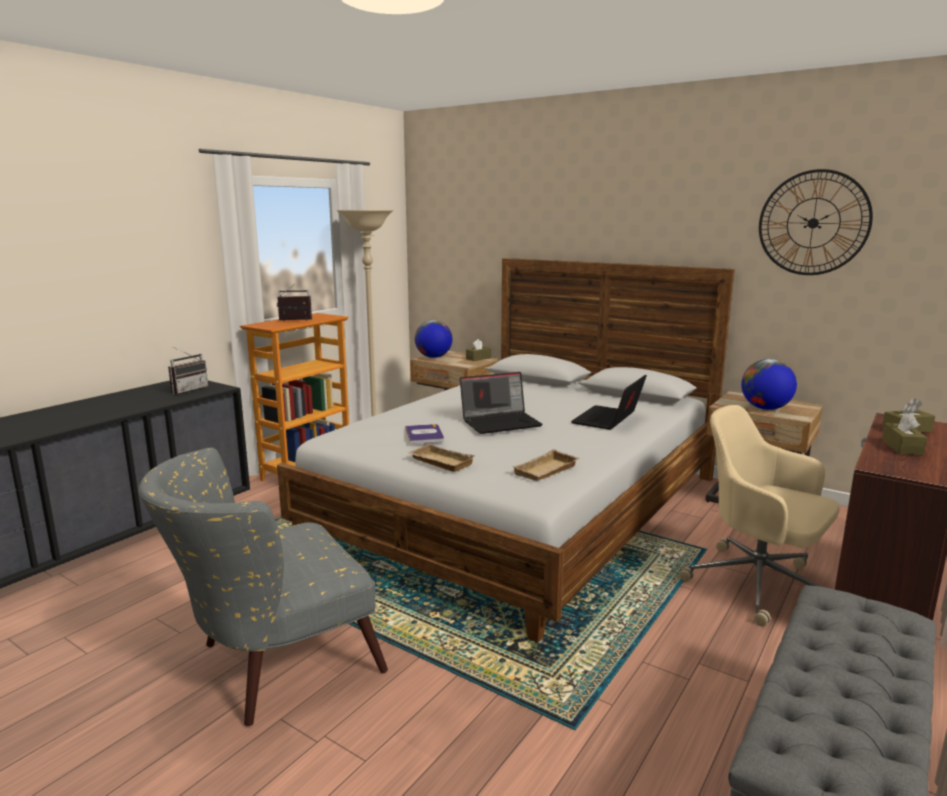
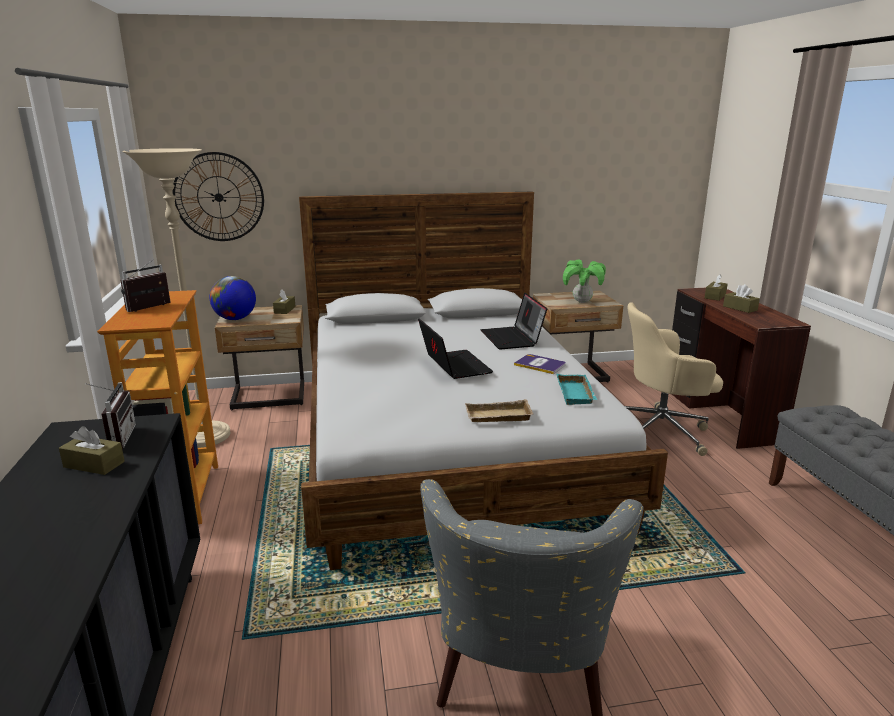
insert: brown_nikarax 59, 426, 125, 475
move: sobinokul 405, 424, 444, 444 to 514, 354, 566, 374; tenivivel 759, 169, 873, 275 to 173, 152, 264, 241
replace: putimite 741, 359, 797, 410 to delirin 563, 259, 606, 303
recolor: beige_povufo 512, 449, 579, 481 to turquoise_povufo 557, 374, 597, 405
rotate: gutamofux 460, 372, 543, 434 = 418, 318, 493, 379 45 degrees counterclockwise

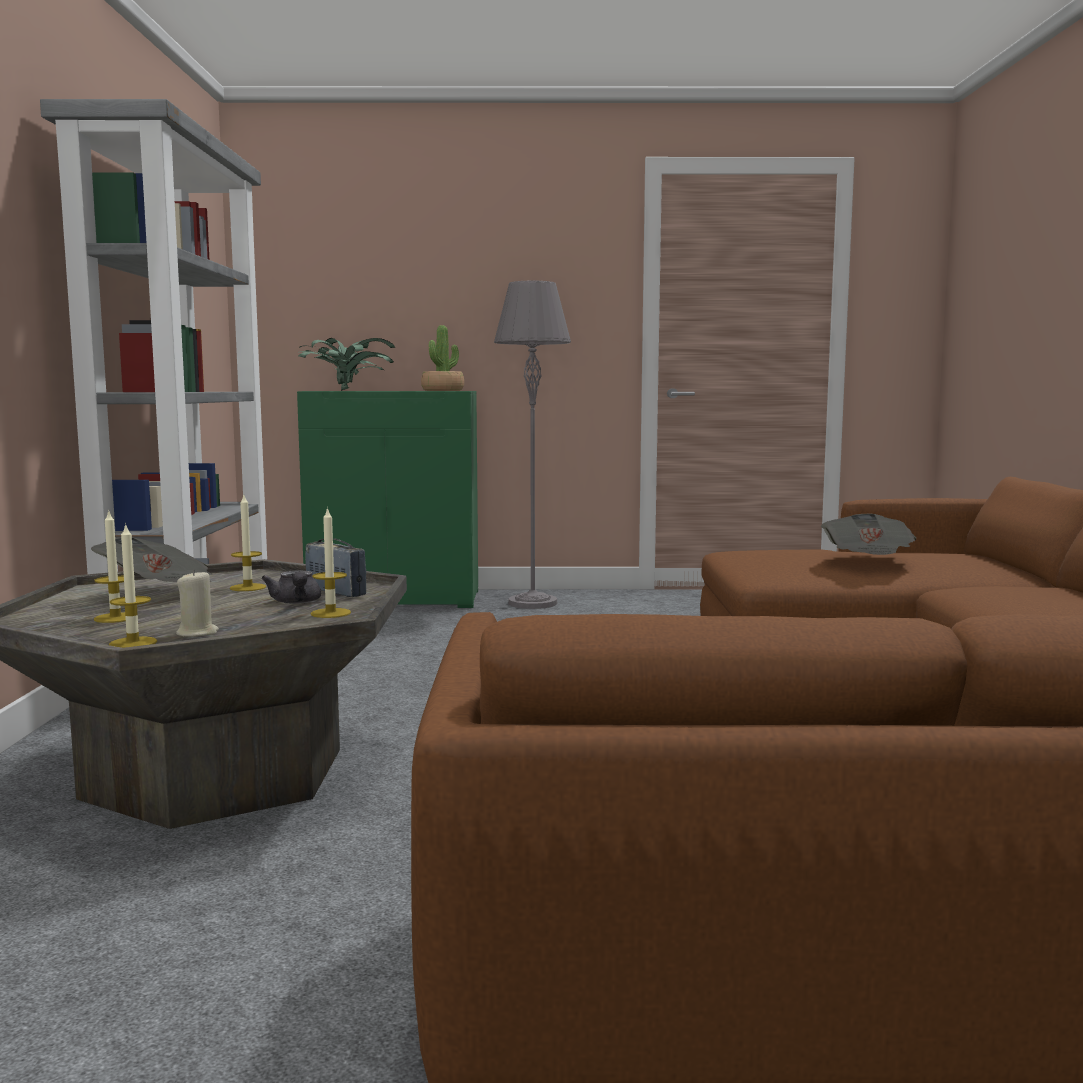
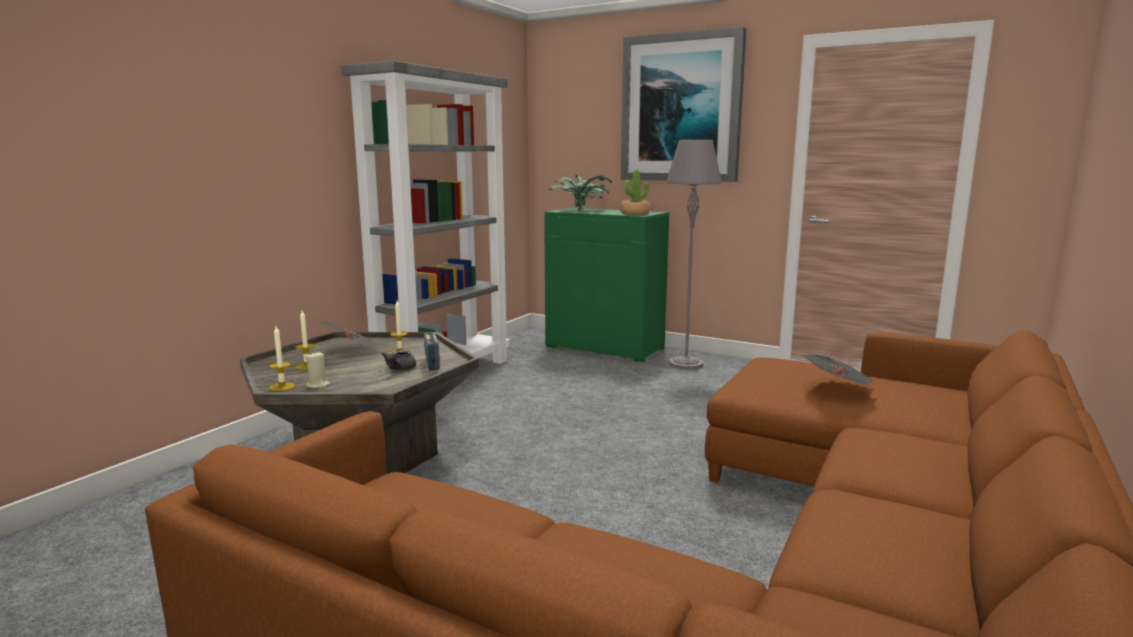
delete: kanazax 311, 507, 351, 618
insert: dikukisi 621, 27, 746, 182

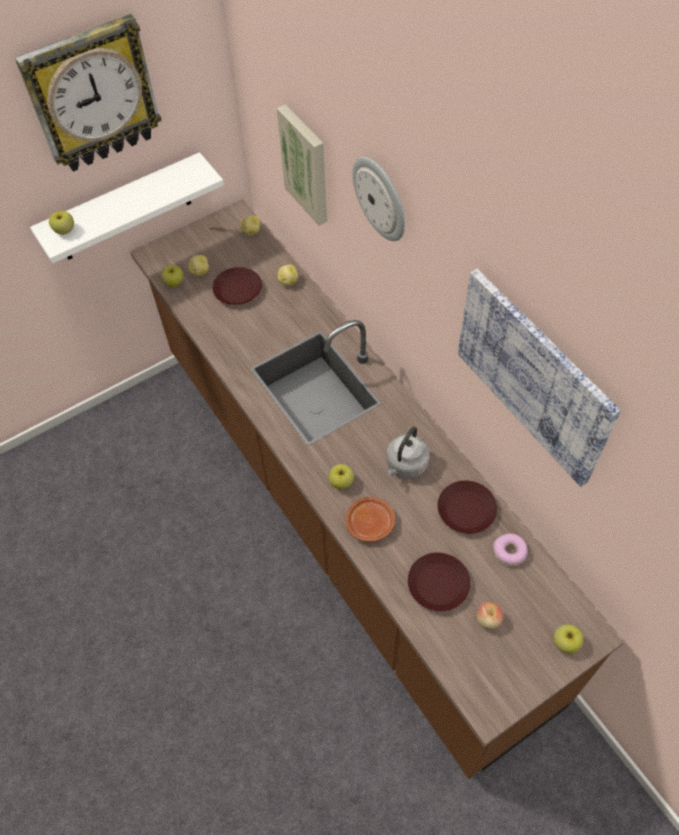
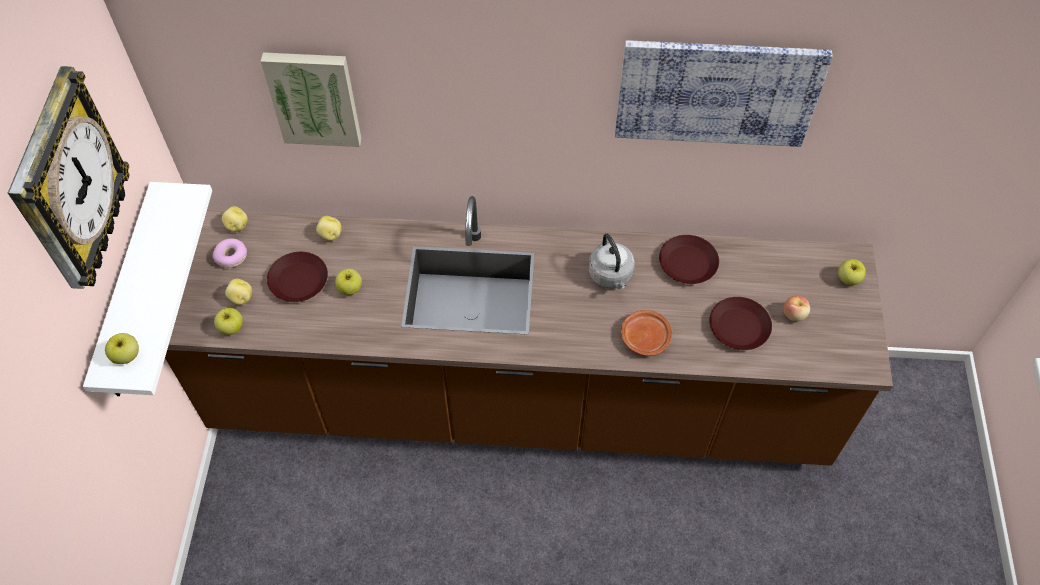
delete: tenivivel 352, 156, 405, 241
move: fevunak 329, 464, 354, 489 to 335, 269, 362, 295; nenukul 493, 533, 528, 566 to 213, 239, 247, 268

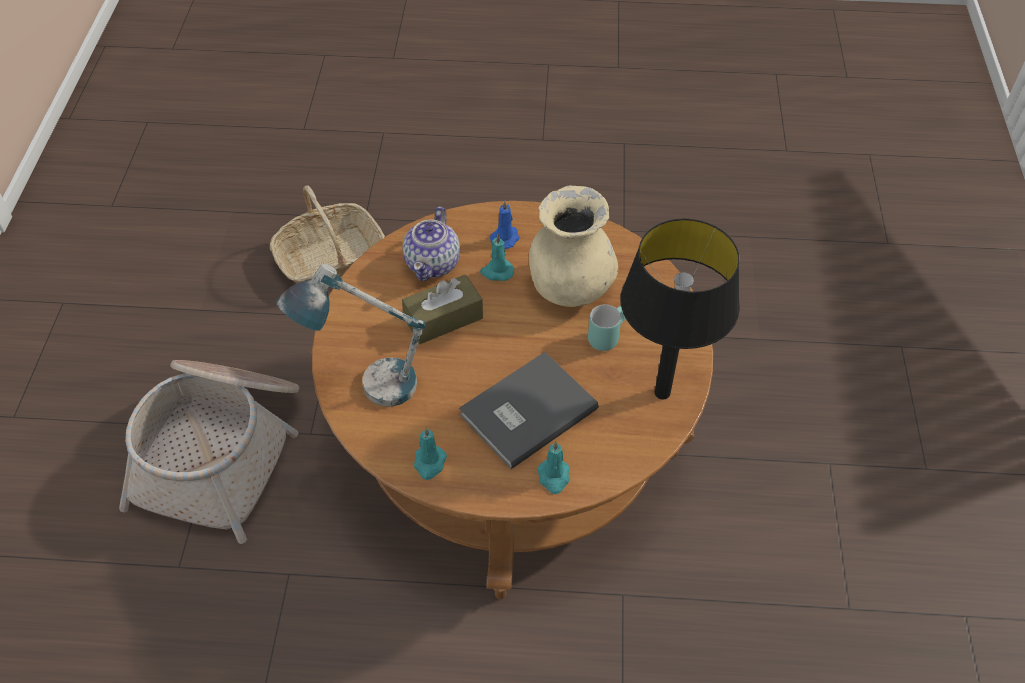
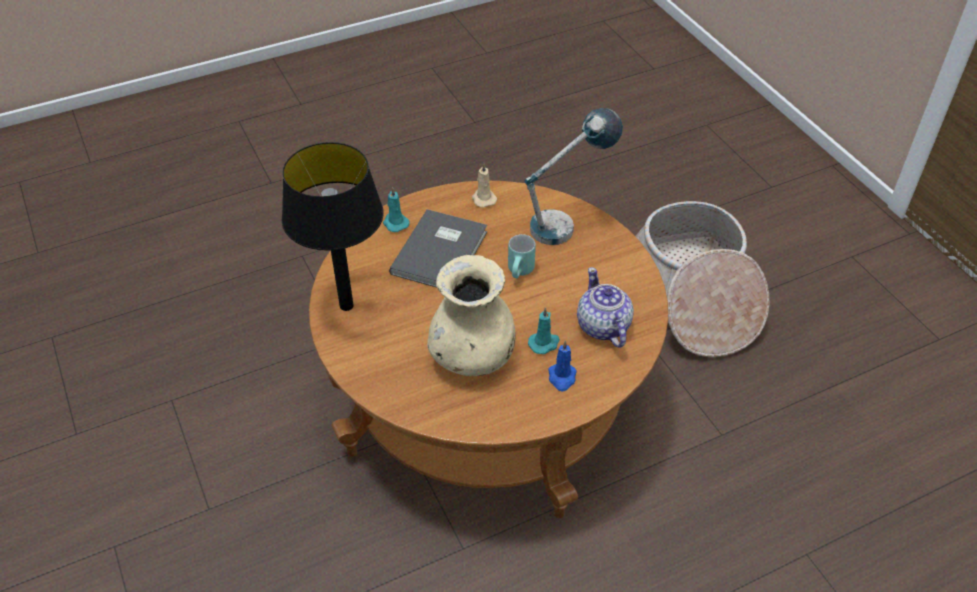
delete: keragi 270, 186, 385, 284; brown_nikarax 402, 274, 483, 344
move: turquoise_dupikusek 588, 304, 626, 351 to 508, 234, 536, 278
recolor: turquoise_kanazax 414, 427, 447, 480 to beige_kanazax 472, 163, 497, 208

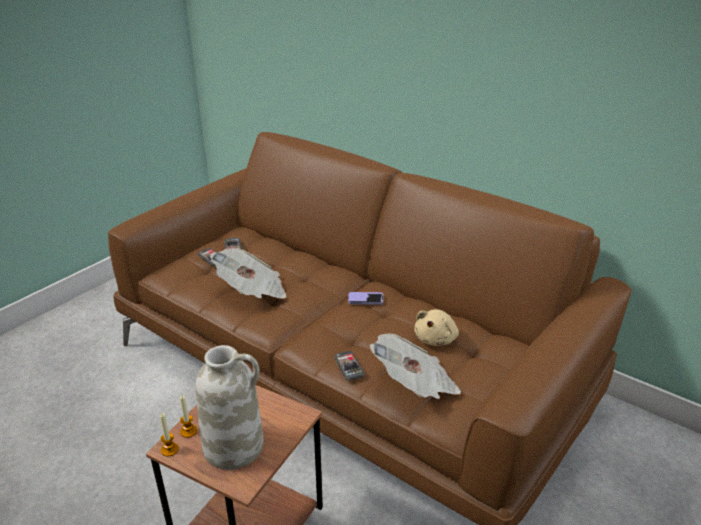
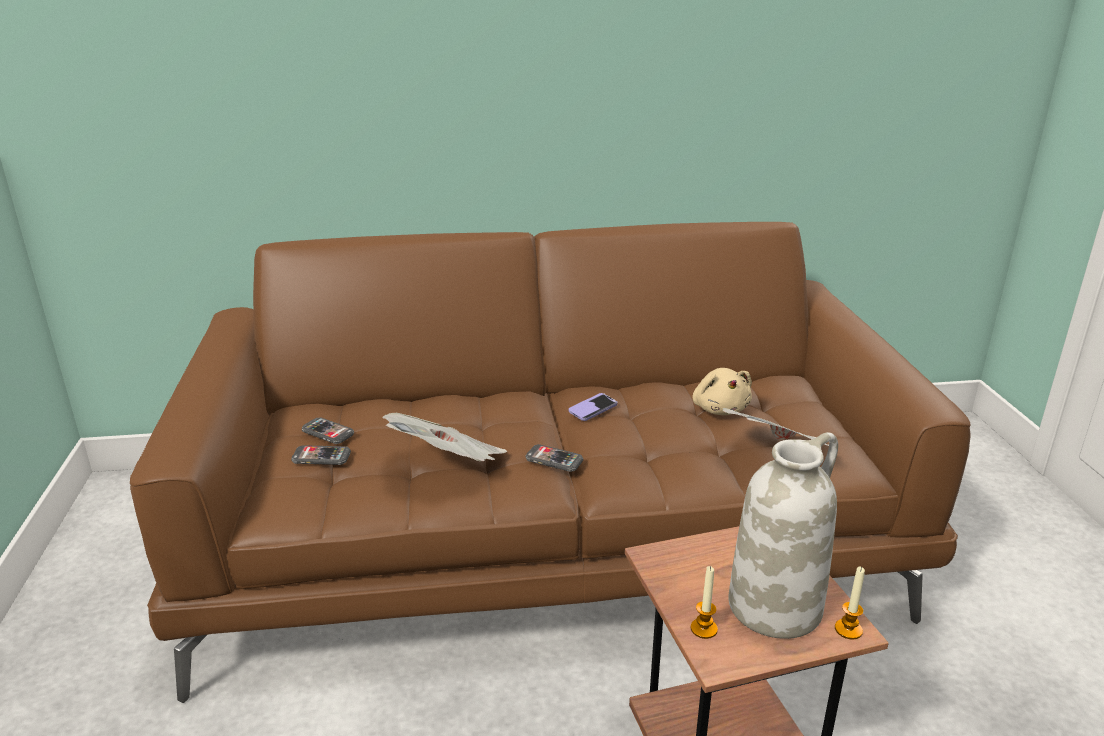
move: kanazax 160, 413, 179, 457 to 835, 567, 865, 640; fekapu 334, 351, 365, 381 to 525, 444, 583, 472

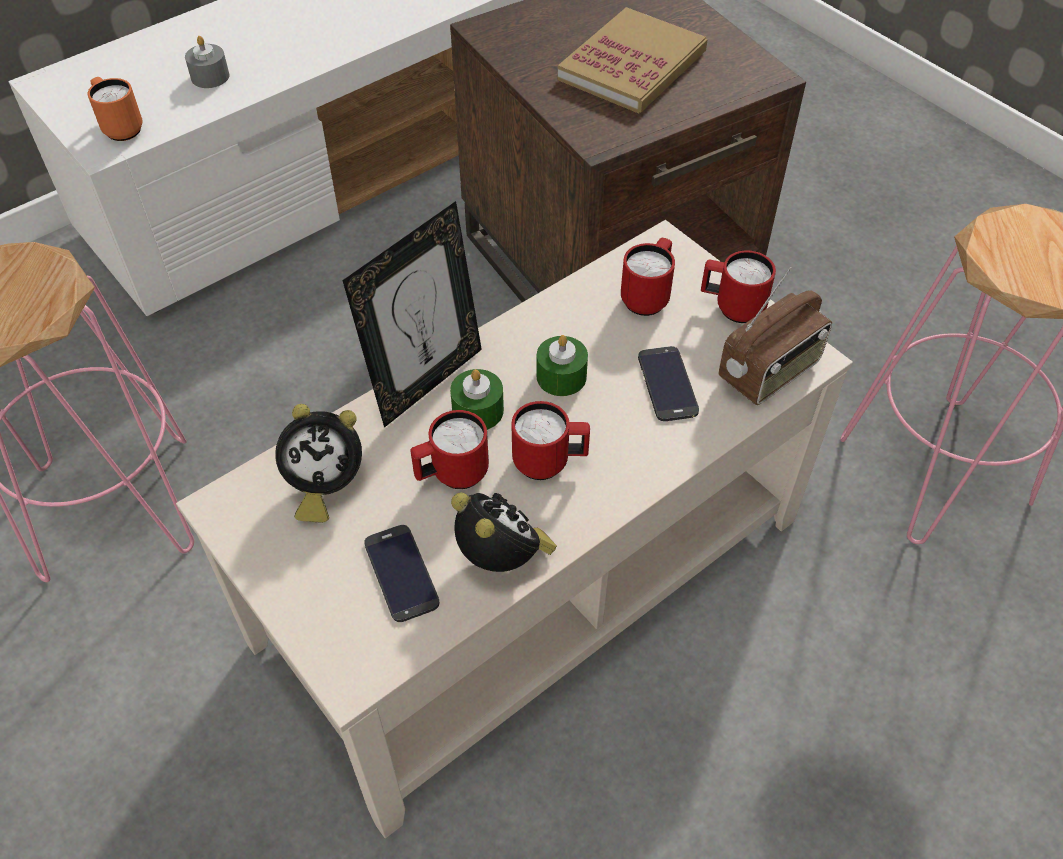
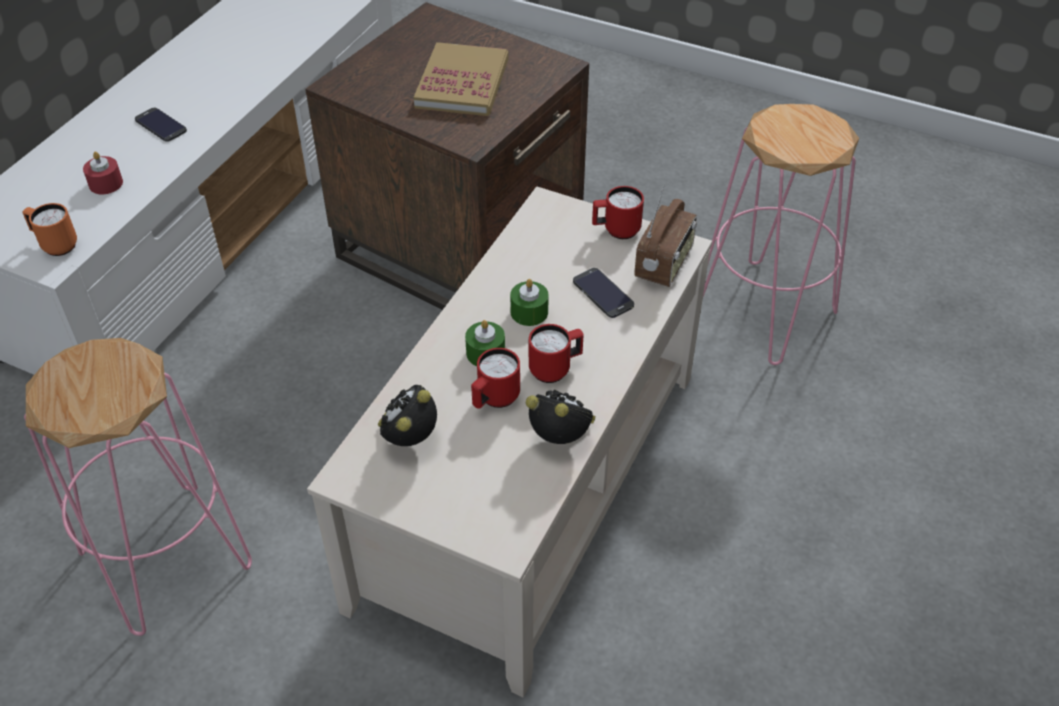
delete: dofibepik 342, 201, 482, 428; red_dupikusek 621, 238, 675, 316
move: fekapu 364, 525, 439, 622 to 135, 108, 187, 142
recolor: grey_kanazax 185, 36, 229, 88 to red_kanazax 83, 152, 123, 194
rotate: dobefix 275, 404, 362, 523 = 378, 385, 437, 446 150 degrees clockwise

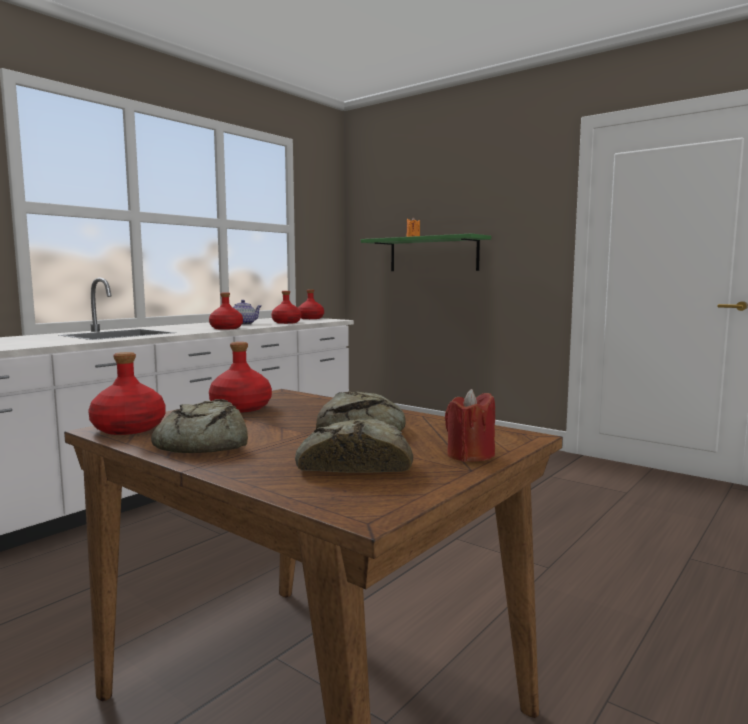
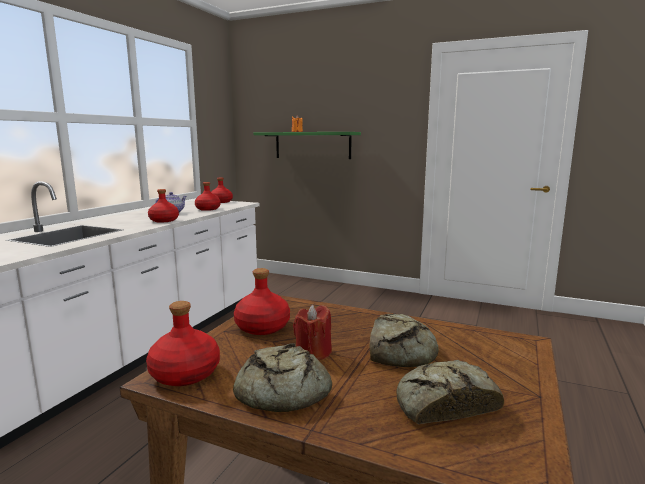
move: red_kanazax 445, 389, 495, 462 to 293, 305, 332, 360

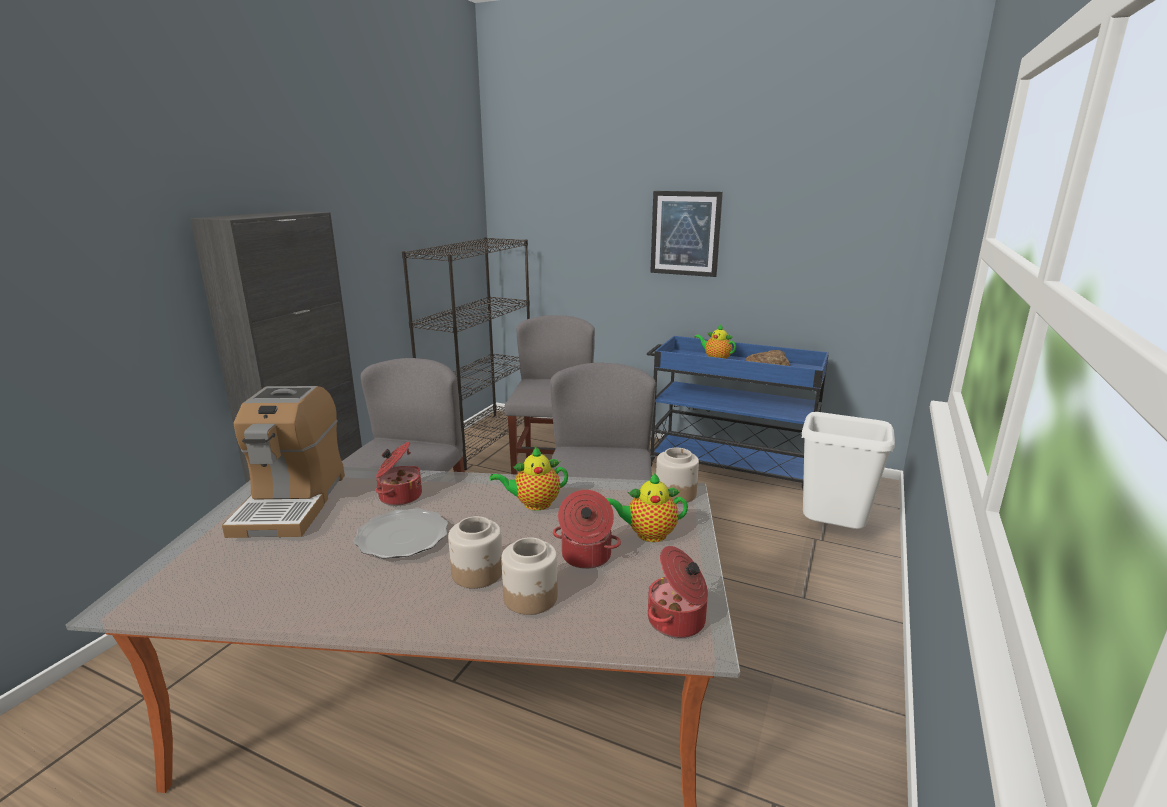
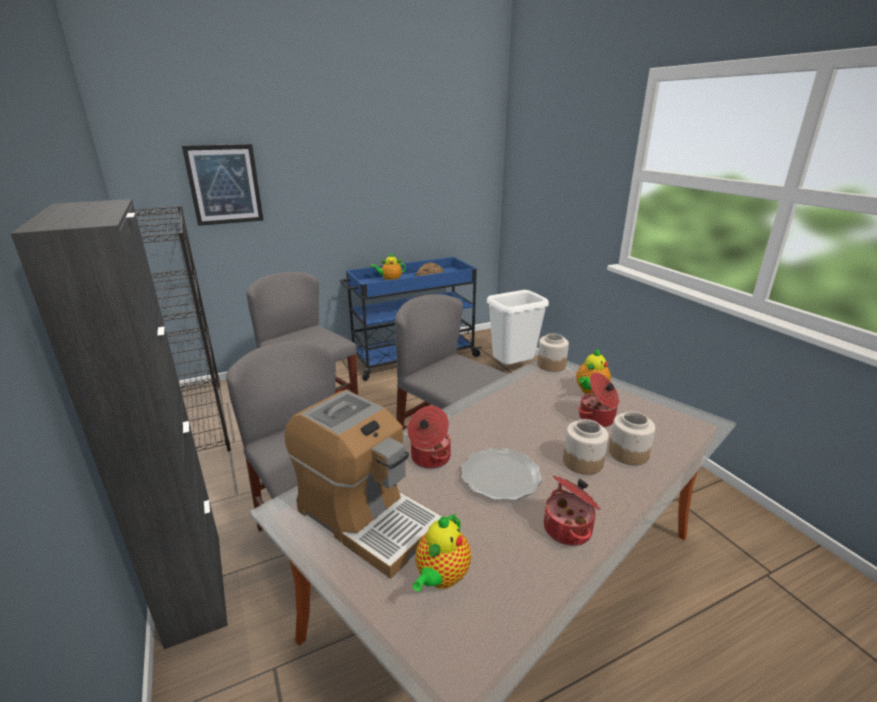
move: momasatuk 490, 446, 568, 511 to 413, 513, 471, 592; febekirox 648, 546, 708, 638 to 544, 476, 601, 546; dikukisi 650, 191, 723, 277 to 182, 144, 264, 226

